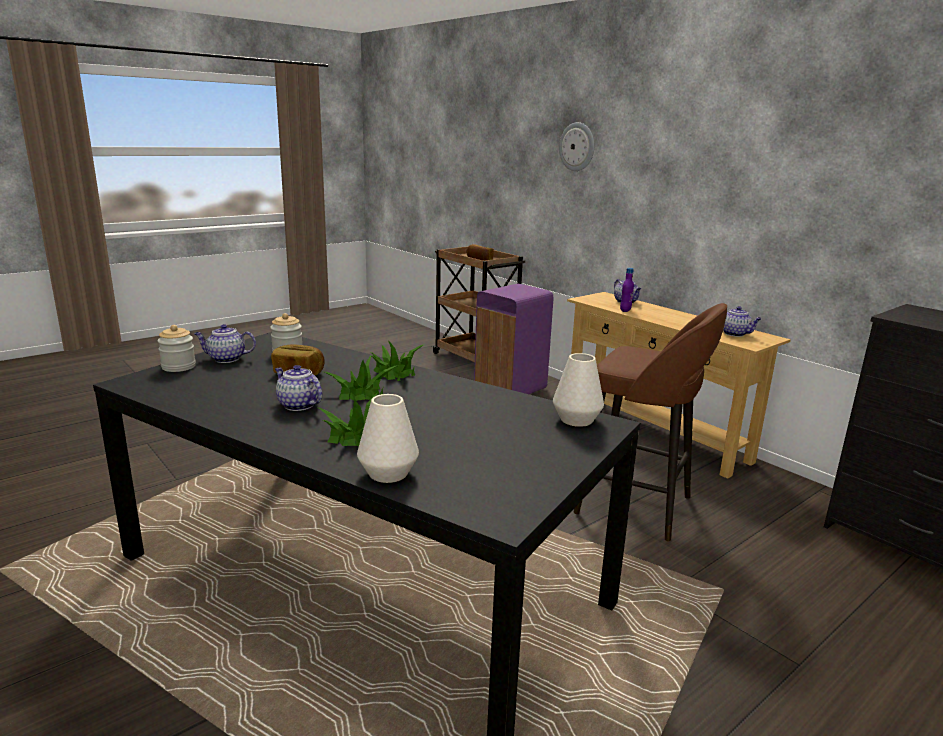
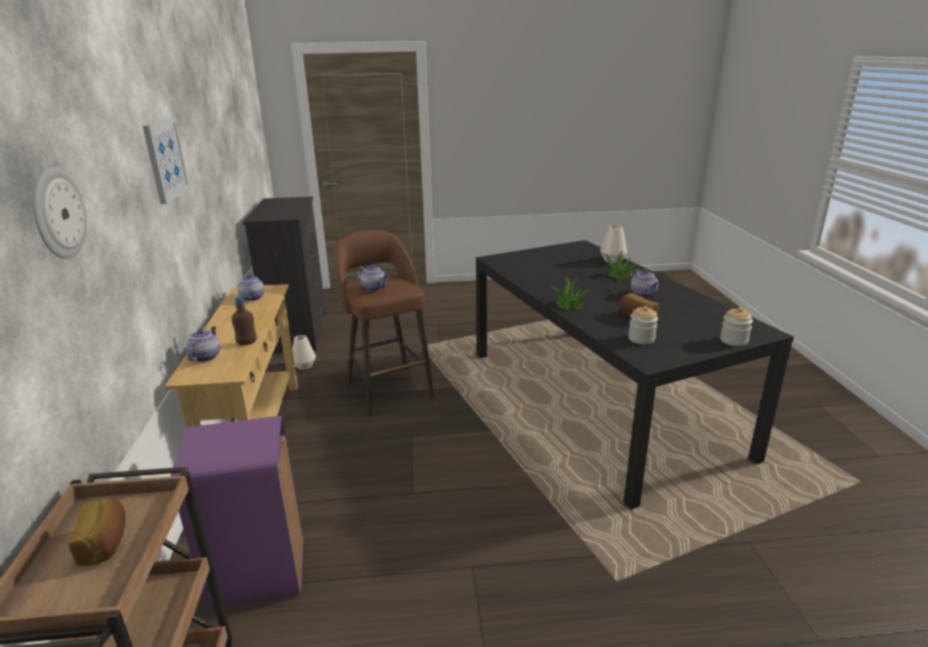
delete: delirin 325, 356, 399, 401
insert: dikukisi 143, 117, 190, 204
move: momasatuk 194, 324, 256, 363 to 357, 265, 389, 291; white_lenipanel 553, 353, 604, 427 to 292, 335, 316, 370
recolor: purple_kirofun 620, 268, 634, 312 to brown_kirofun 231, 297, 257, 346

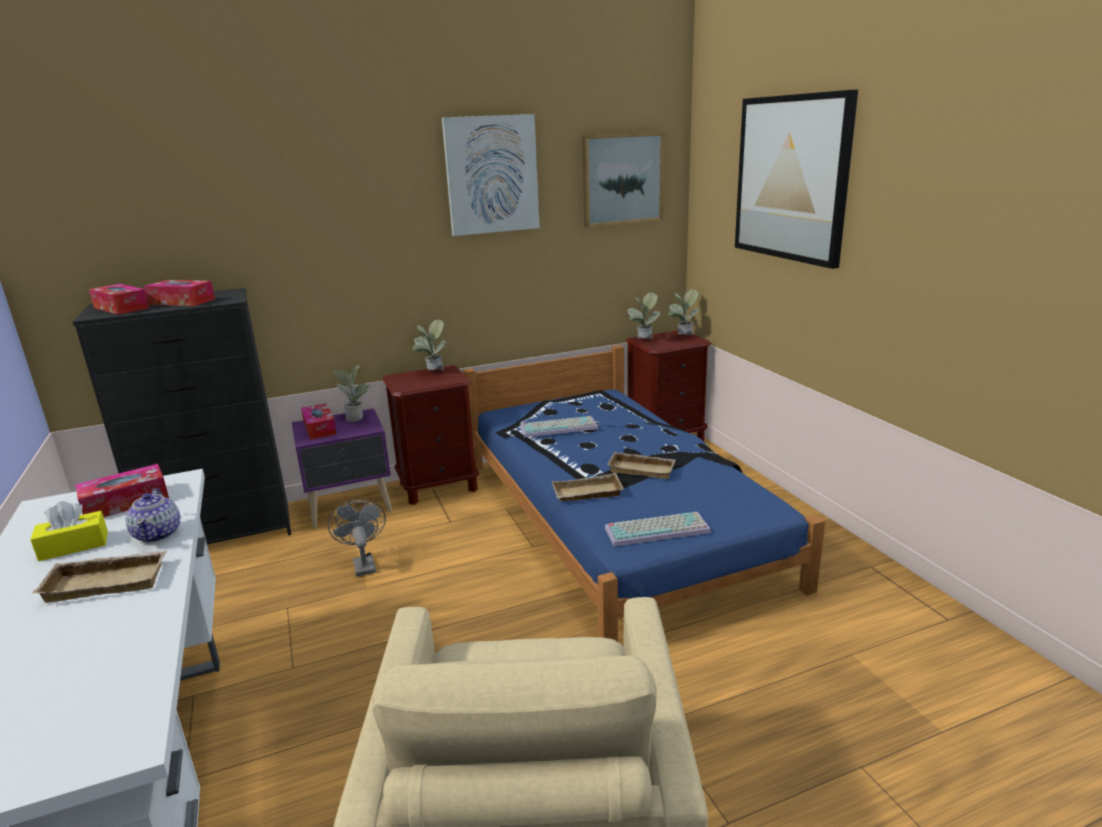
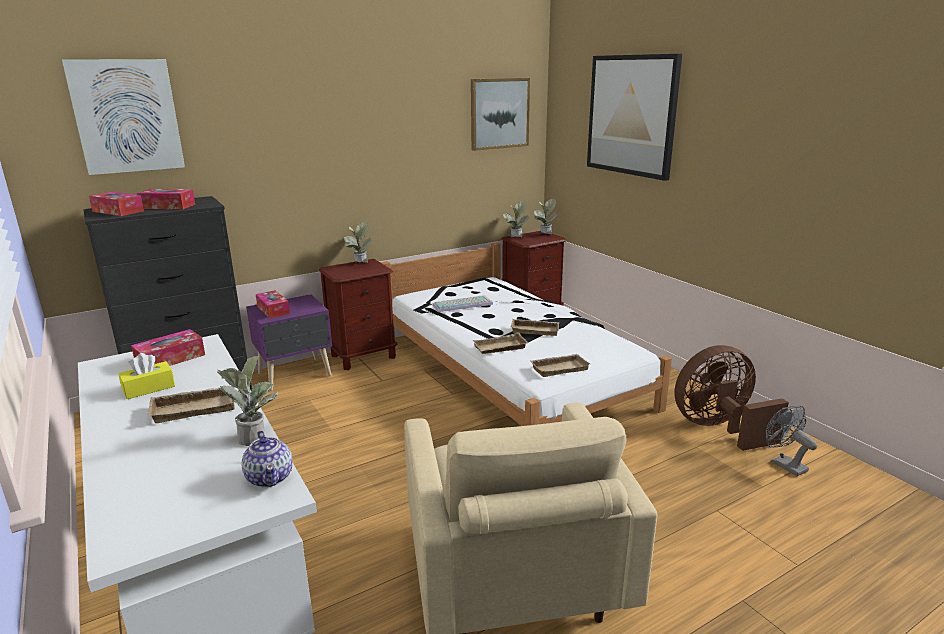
insert: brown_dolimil 674, 345, 789, 451
move: momasatuk 125, 489, 180, 543 to 241, 431, 292, 487; grey_dolimil 328, 499, 386, 577 to 766, 405, 818, 476; delirin 333, 365, 370, 422 to 216, 356, 278, 446; dikukisi 442, 114, 540, 236 to 62, 59, 185, 175
replace: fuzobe 605, 512, 711, 546 to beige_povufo 530, 354, 590, 377
recolor: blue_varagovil 463, 345, 825, 642 to white_varagovil 380, 242, 672, 426

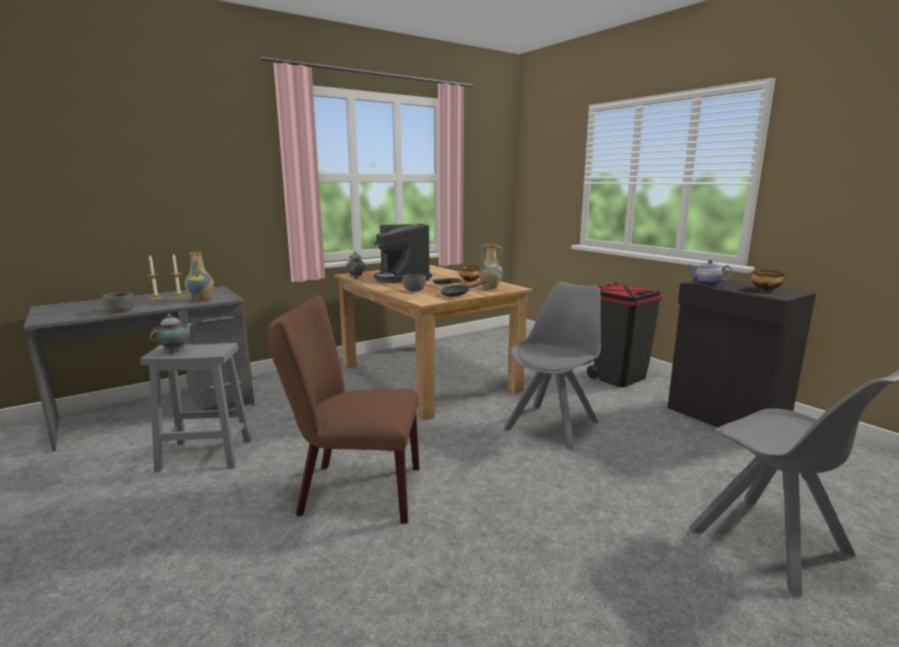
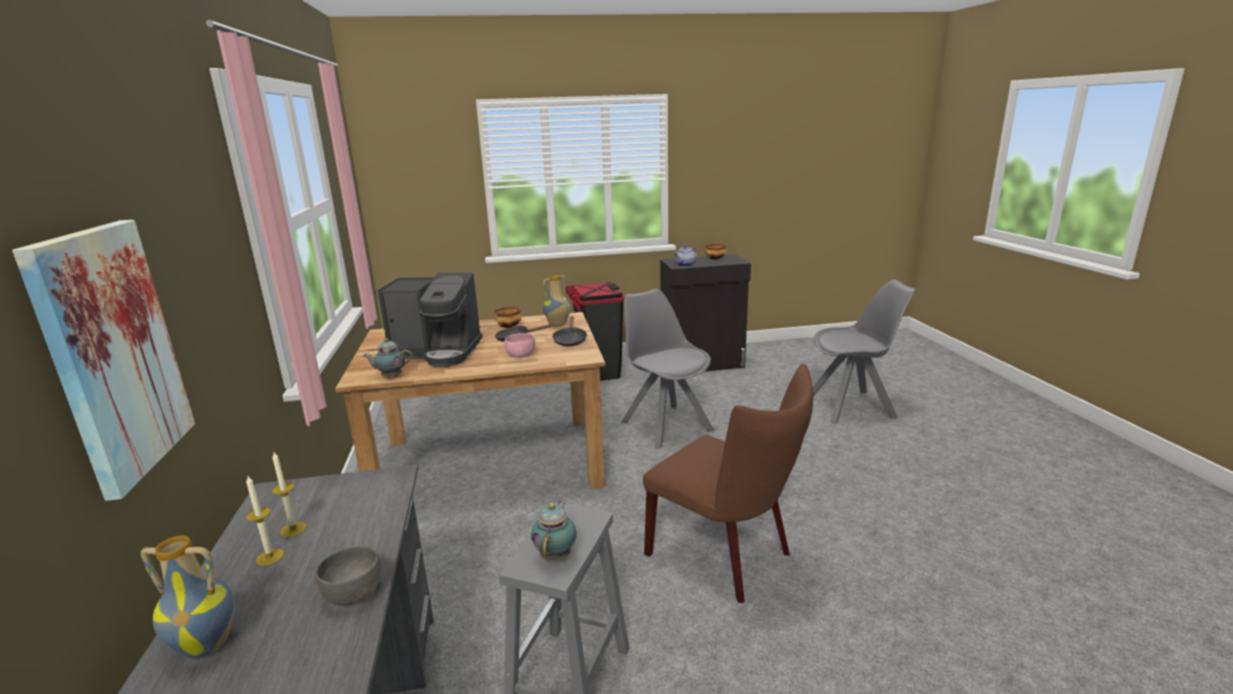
insert: dikukisi 12, 220, 195, 501
move: lenipanel 185, 252, 214, 301 to 140, 536, 235, 658
recolor: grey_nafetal 402, 274, 426, 291 to pink_nafetal 505, 333, 536, 358
rotate: momasatuk 150, 314, 193, 353 = 531, 501, 576, 561 45 degrees clockwise; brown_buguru 268, 295, 419, 524 = 643, 364, 813, 603 75 degrees counterclockwise

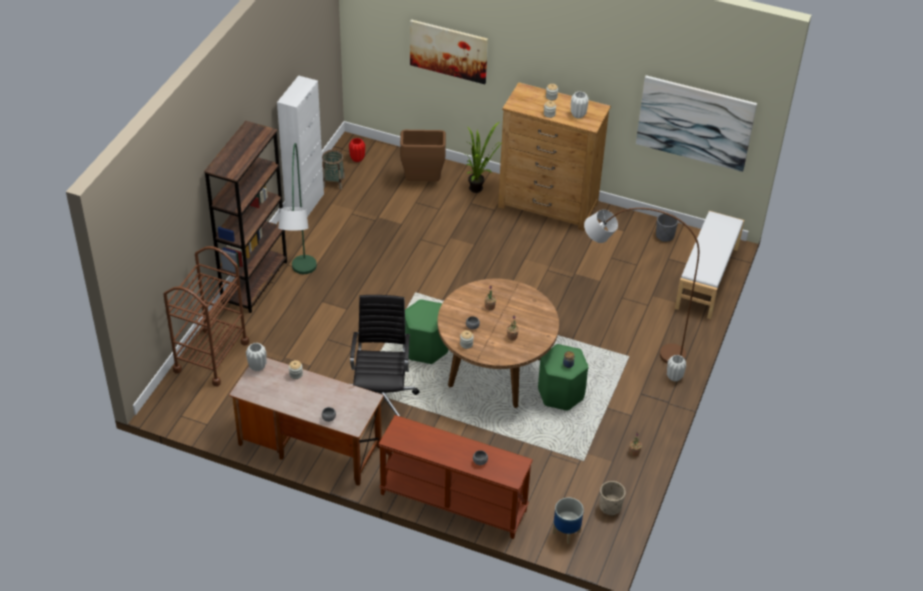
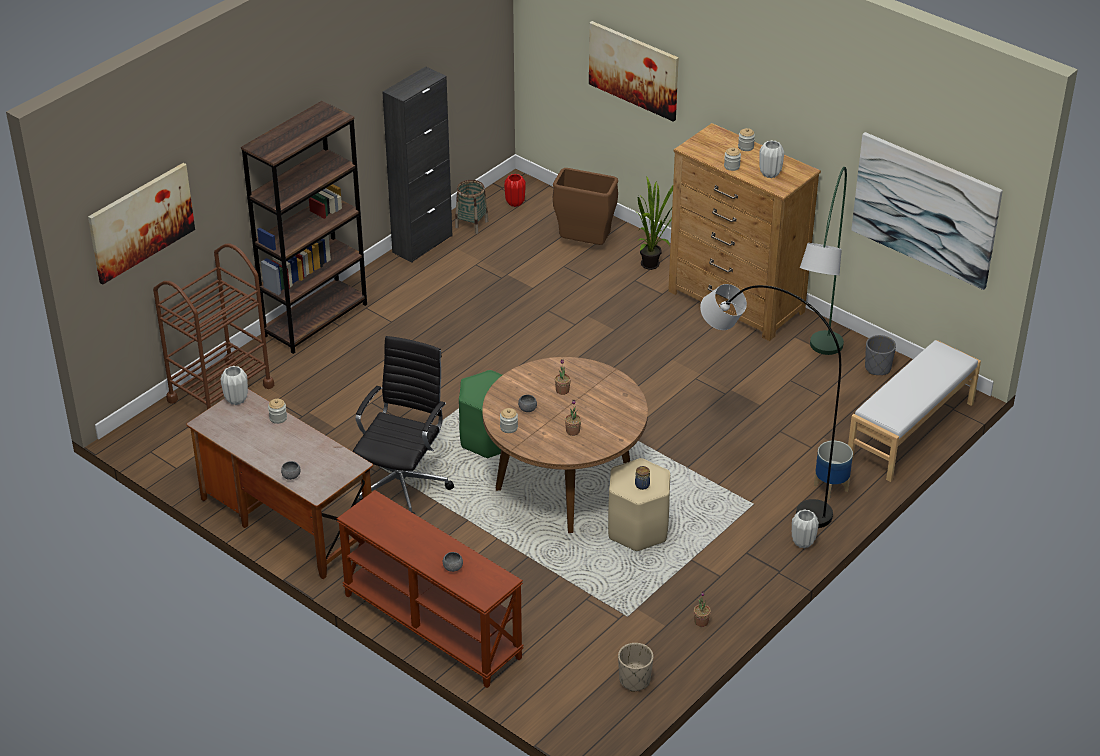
insert: dikukisi 88, 163, 195, 285
move: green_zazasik 278, 143, 317, 274 to 800, 167, 847, 355; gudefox 553, 498, 584, 544 to 814, 441, 853, 500
recolor: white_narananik 277, 75, 324, 217 to black_narananik 382, 67, 452, 263; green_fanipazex 538, 344, 588, 411 to beige_fanipazex 608, 458, 670, 551; brown_zazasik 584, 208, 699, 364 to grey_zazasik 700, 284, 841, 528

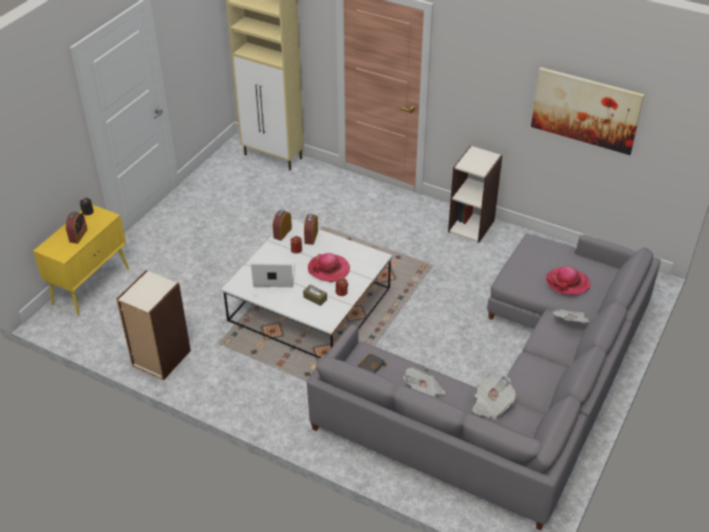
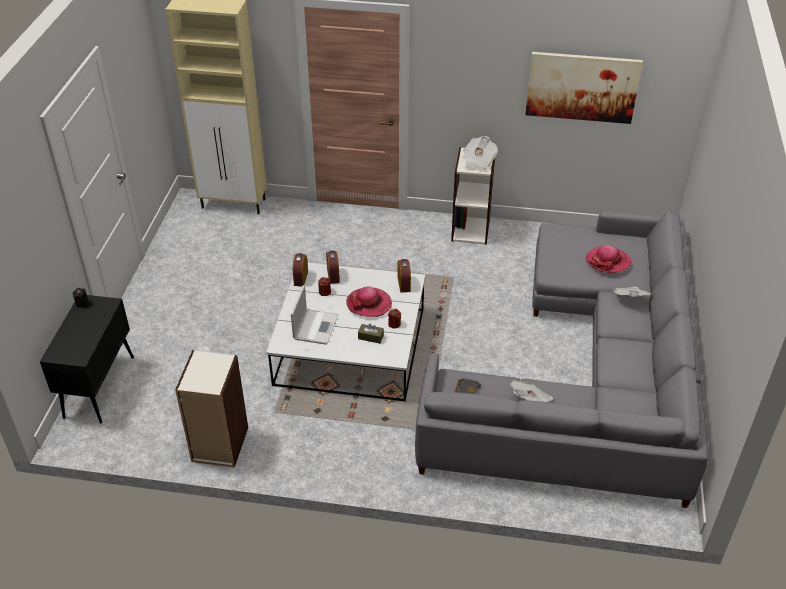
move: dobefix 66, 212, 88, 244 to 397, 259, 411, 293; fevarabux 472, 375, 516, 419 to 463, 136, 498, 171
recolor: yellow_narananik 33, 204, 129, 316 to black_narananik 40, 295, 134, 424
rotate: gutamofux 251, 263, 295, 287 = 291, 285, 338, 345 120 degrees clockwise

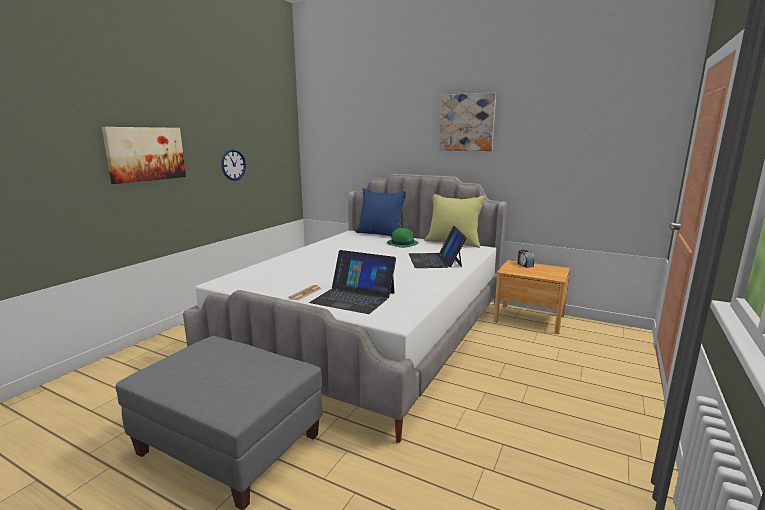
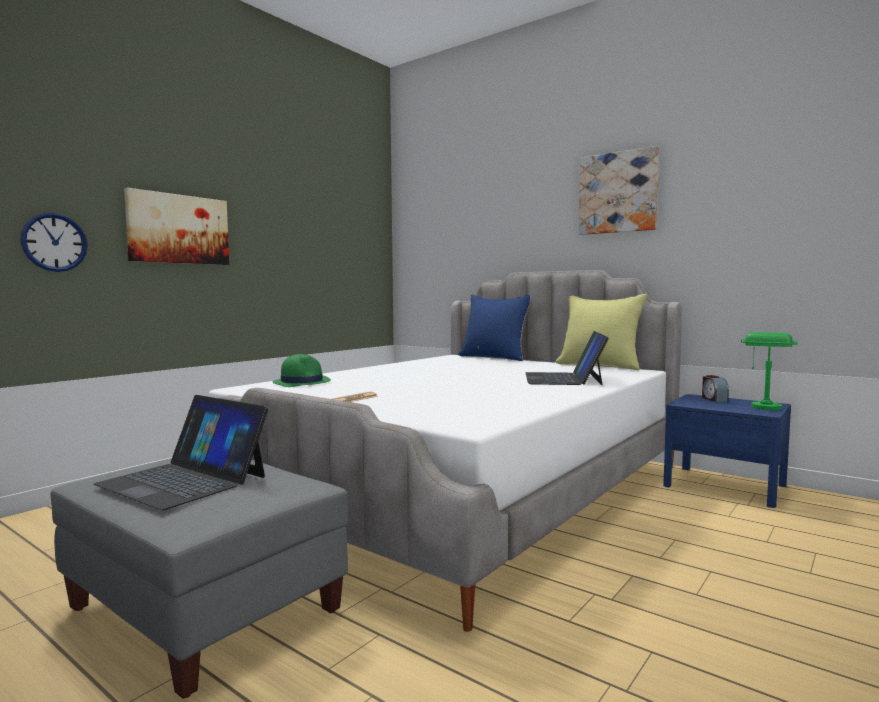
insert: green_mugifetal 741, 332, 798, 410
move: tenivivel 221, 149, 246, 181 to 20, 213, 88, 272; gutamofux 309, 250, 396, 314 to 93, 395, 269, 510; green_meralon 387, 228, 418, 248 to 273, 354, 331, 387
recolor: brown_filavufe 494, 260, 570, 334 to blue_filavufe 663, 394, 791, 508

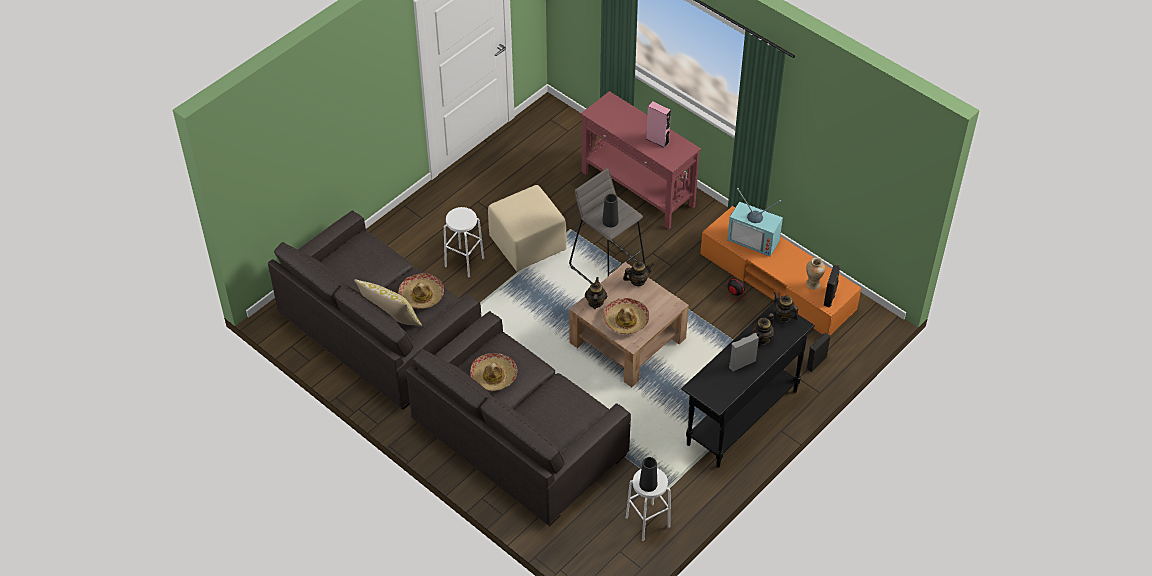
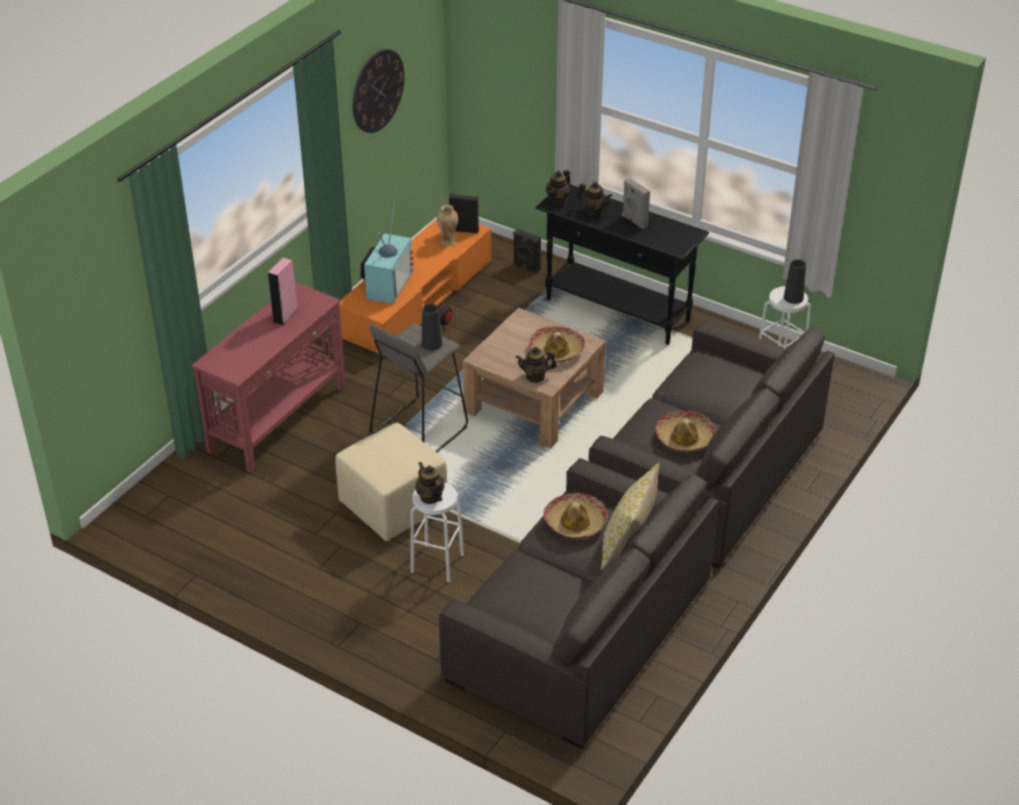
insert: tenivivel 353, 49, 405, 133
move: momasatuk 623, 261, 654, 286 to 415, 462, 445, 504

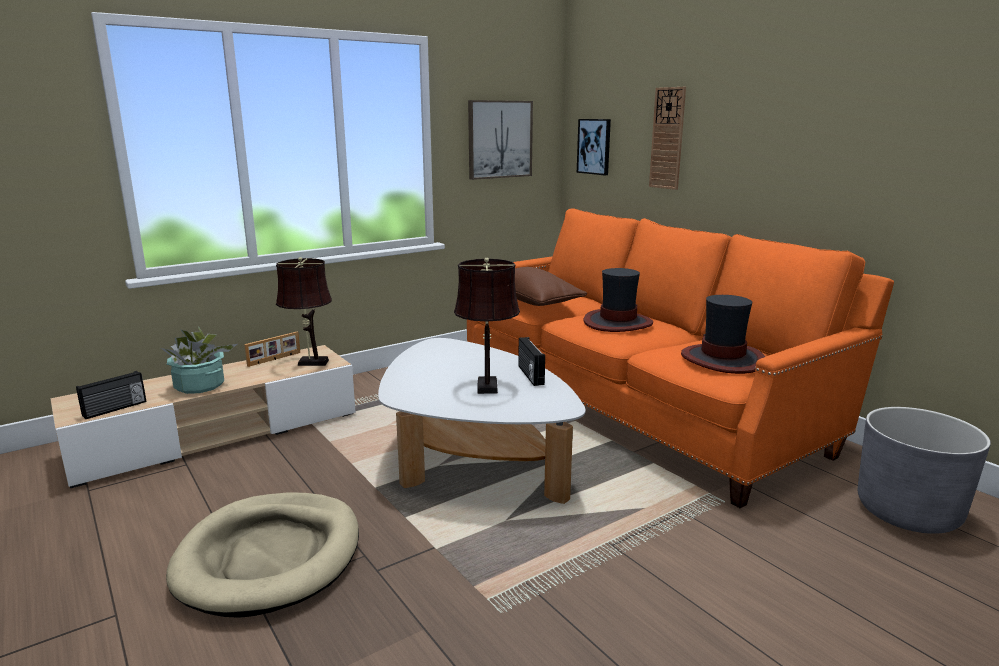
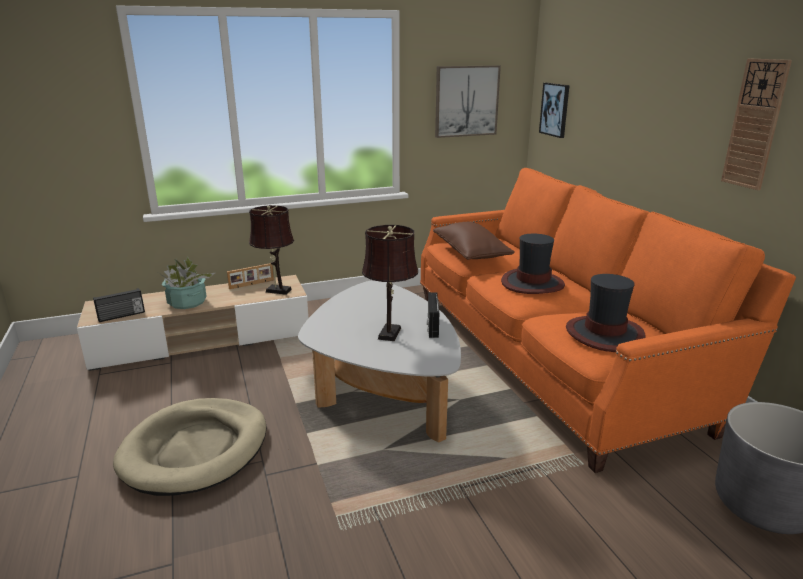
move: tenivivel 649, 87, 686, 190 to 721, 59, 792, 190

